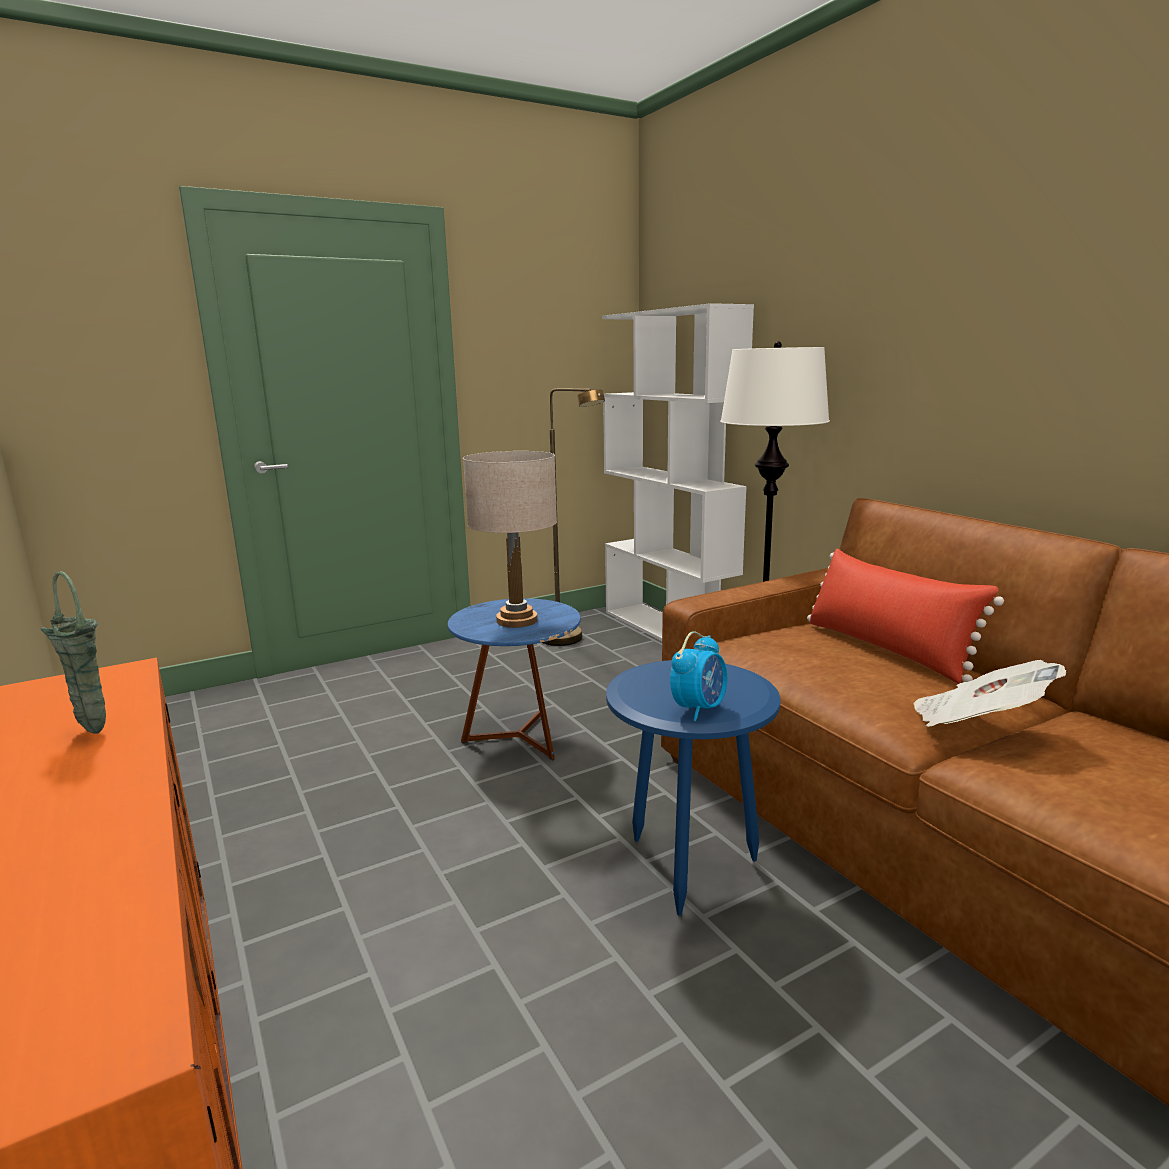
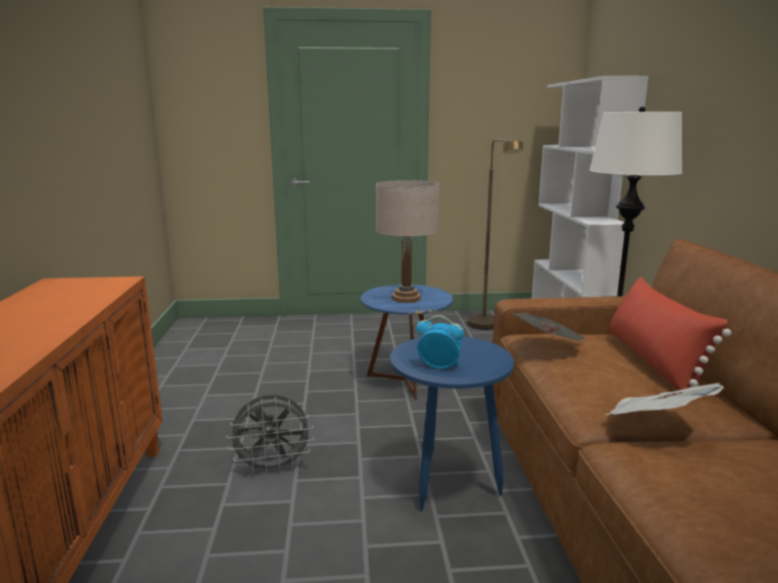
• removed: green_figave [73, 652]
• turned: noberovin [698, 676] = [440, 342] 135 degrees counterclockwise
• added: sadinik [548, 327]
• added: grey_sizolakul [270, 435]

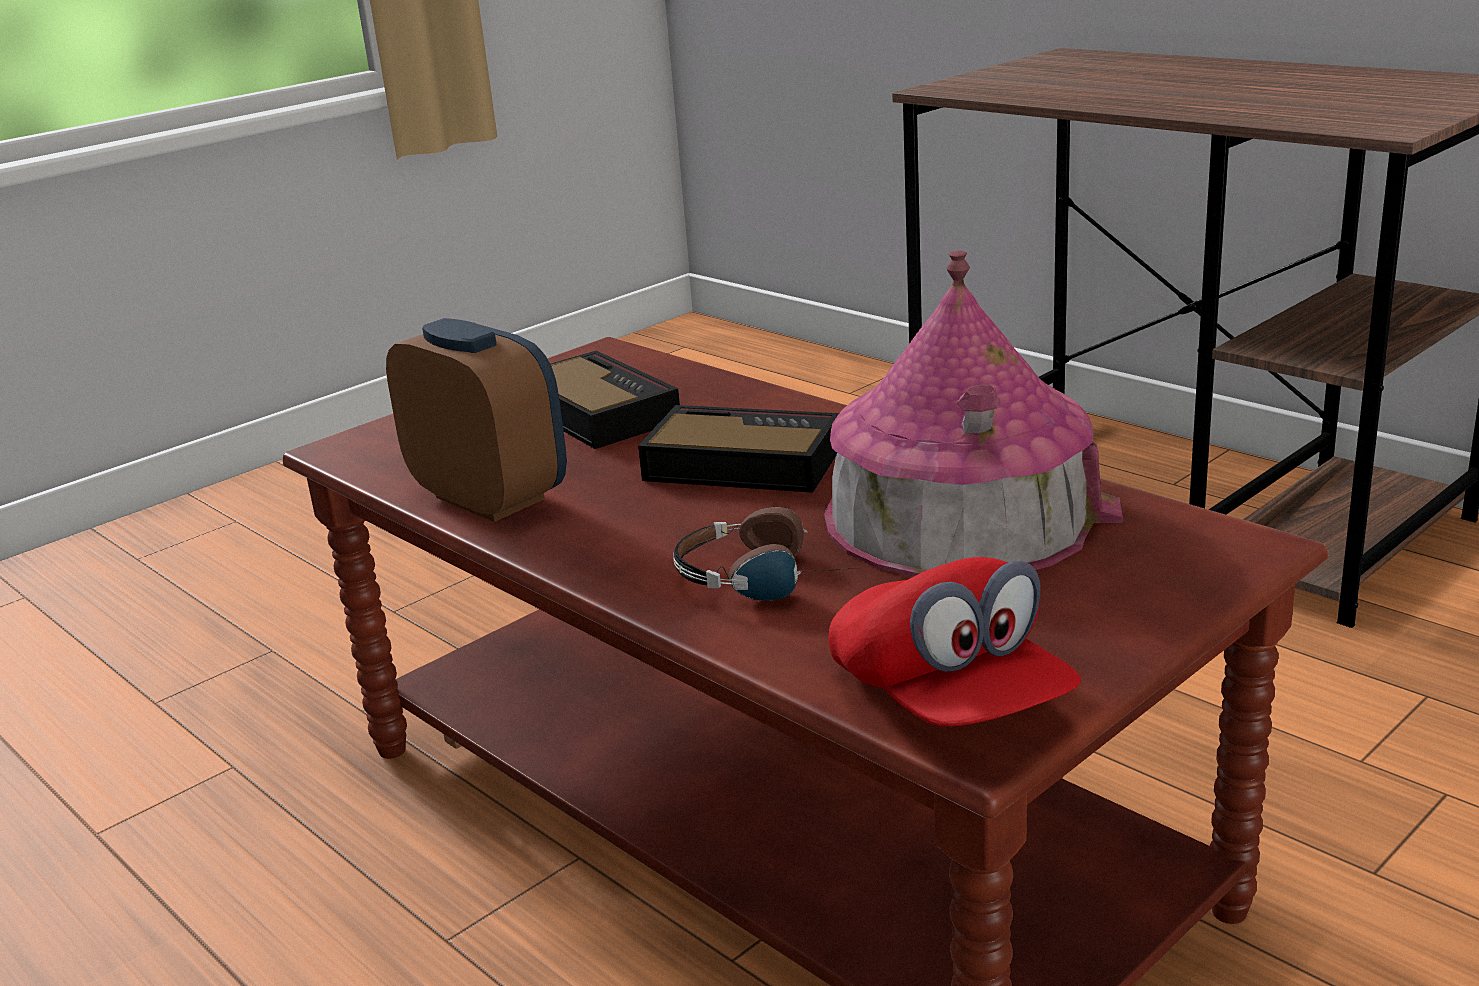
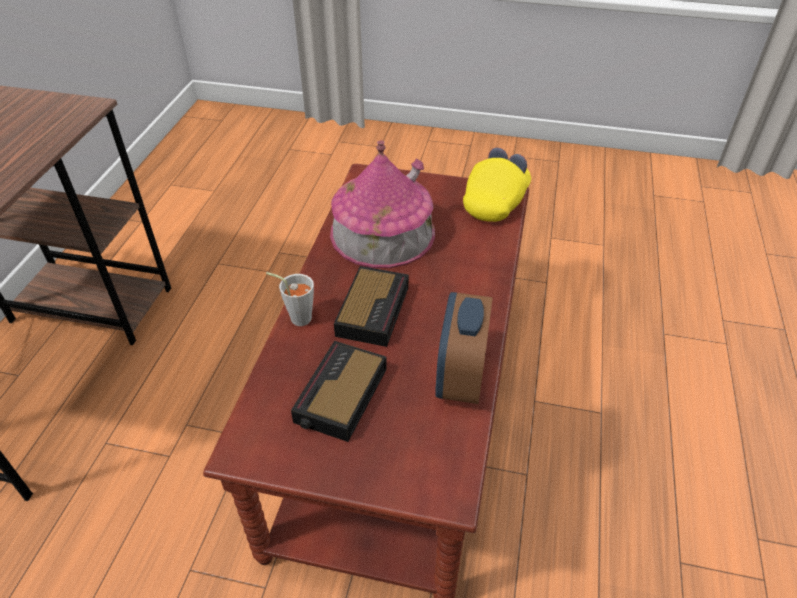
• turned: noberovin [738, 449] = [371, 306] 150 degrees counterclockwise
• removed: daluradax [758, 554]
• recoloured: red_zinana [954, 642] to yellow_zinana [497, 185]
• added: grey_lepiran [290, 299]

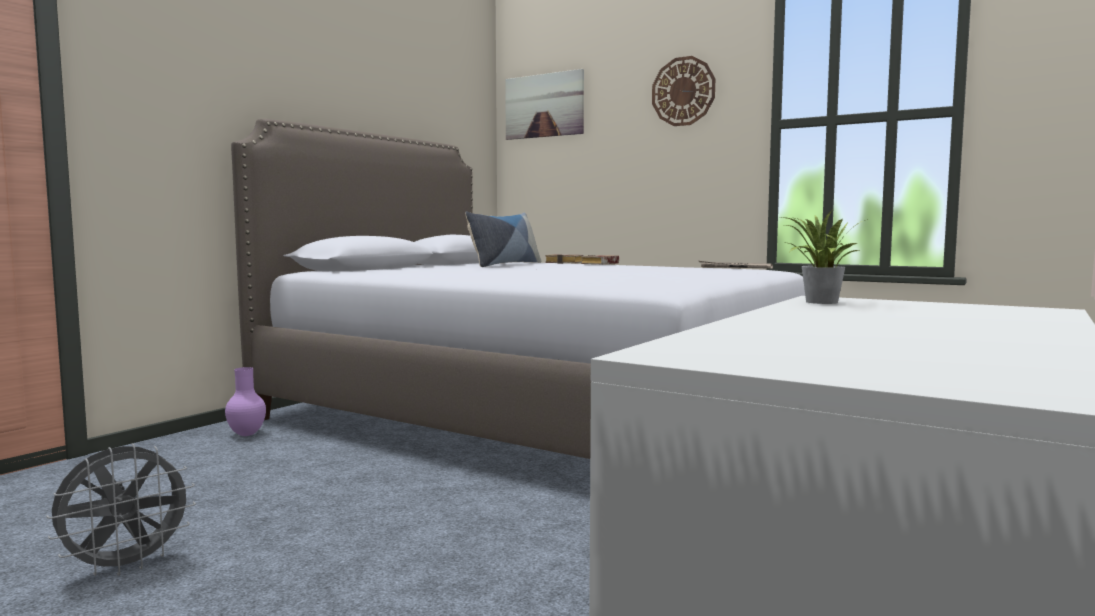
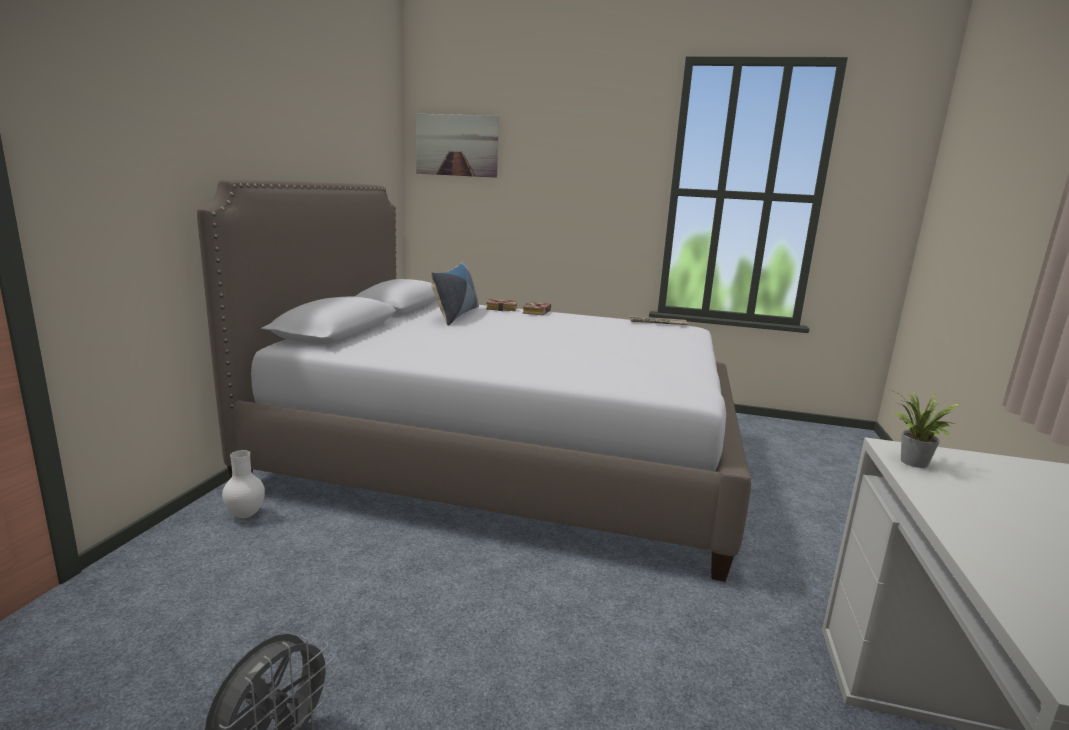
• removed: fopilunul [683, 91]
• recoloured: purple_figave [245, 401] to white_figave [243, 484]

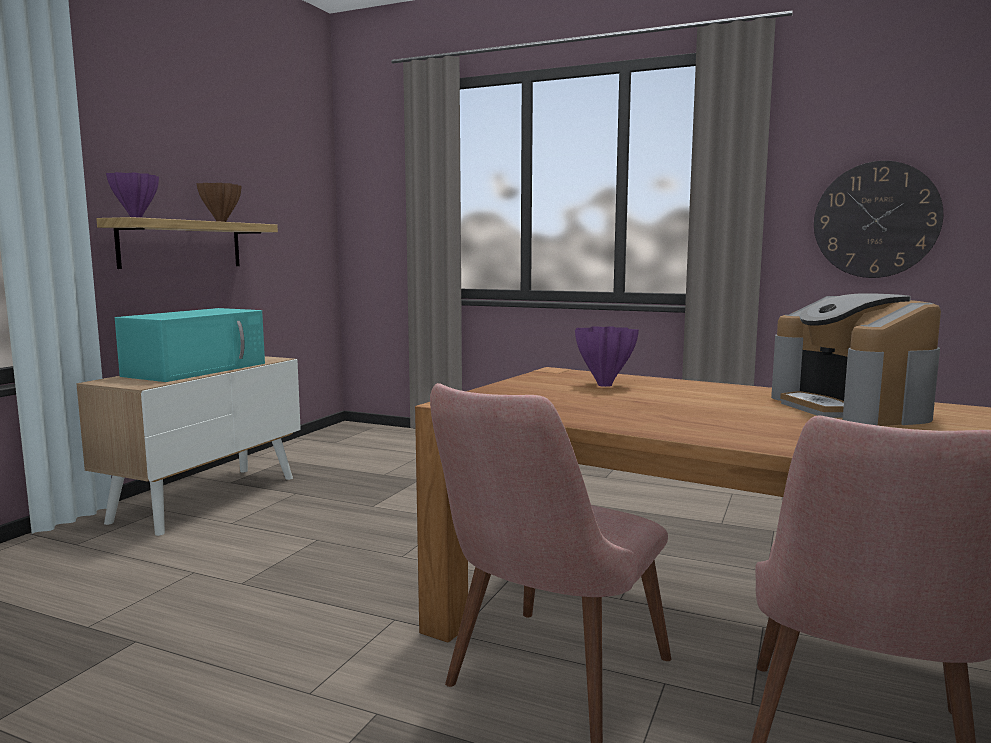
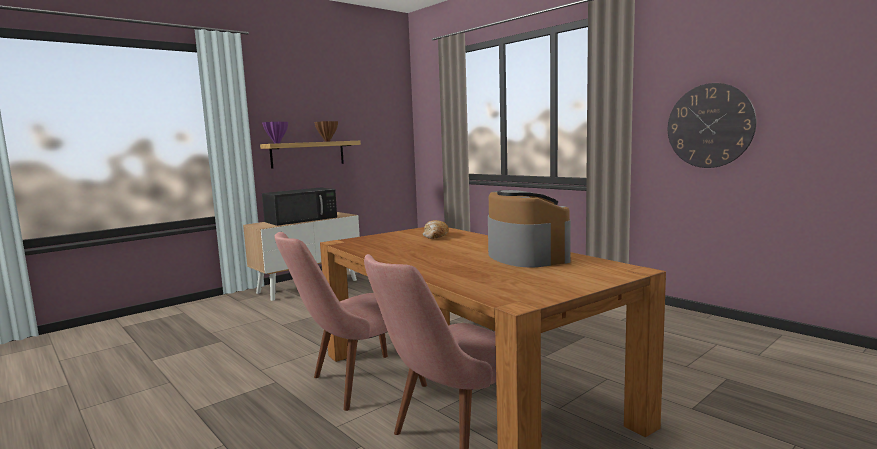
• turned: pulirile [856, 359] = [529, 228] 150 degrees clockwise
• recoloured: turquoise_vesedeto [190, 345] to black_vesedeto [299, 207]
• replaced: purple_figave [607, 356] to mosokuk [436, 229]

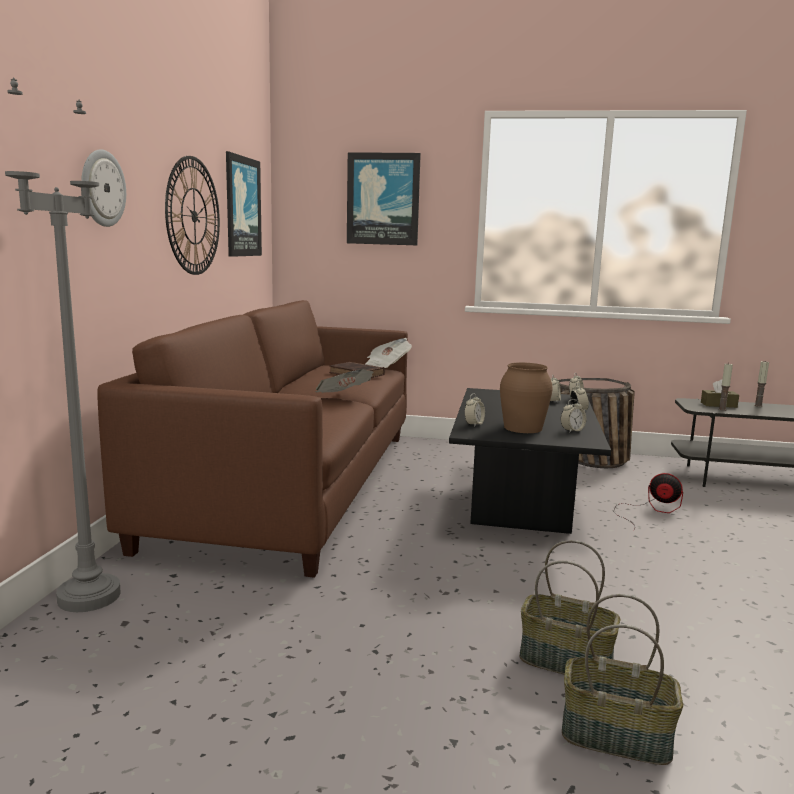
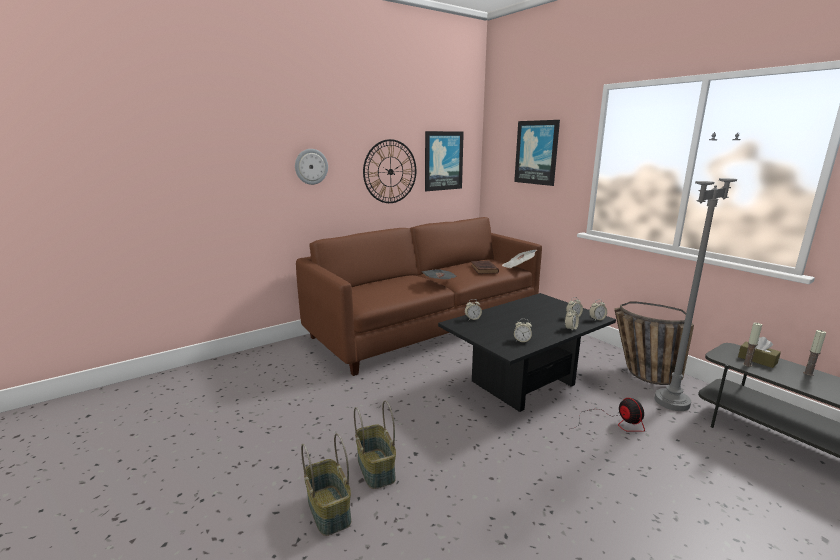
• moved: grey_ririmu [63, 345] to [697, 271]
• removed: brown_figave [526, 398]

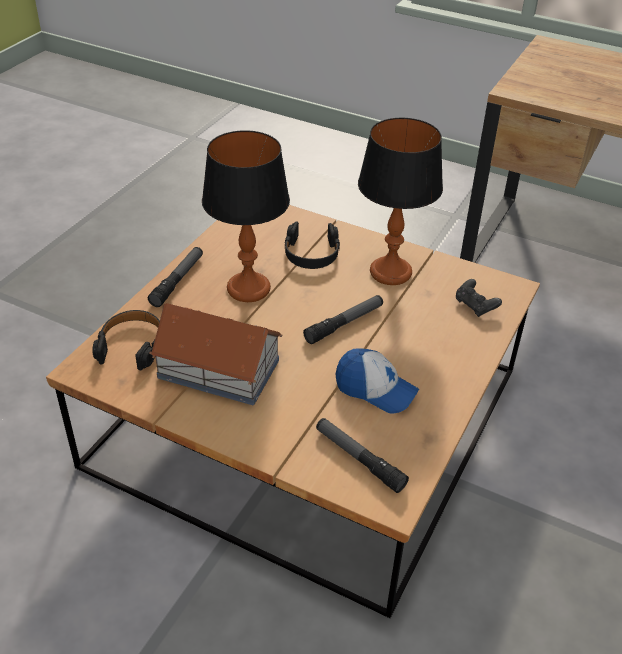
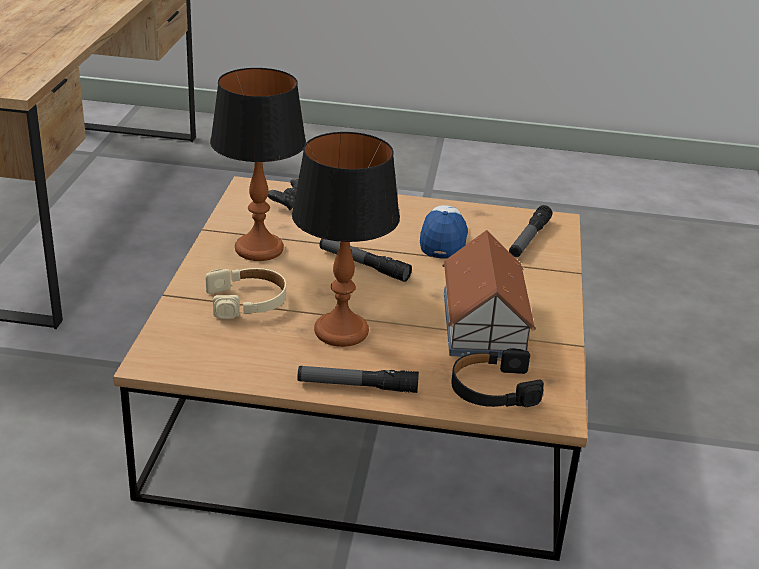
• recoloured: black_daluradax [312, 245] to beige_daluradax [245, 293]

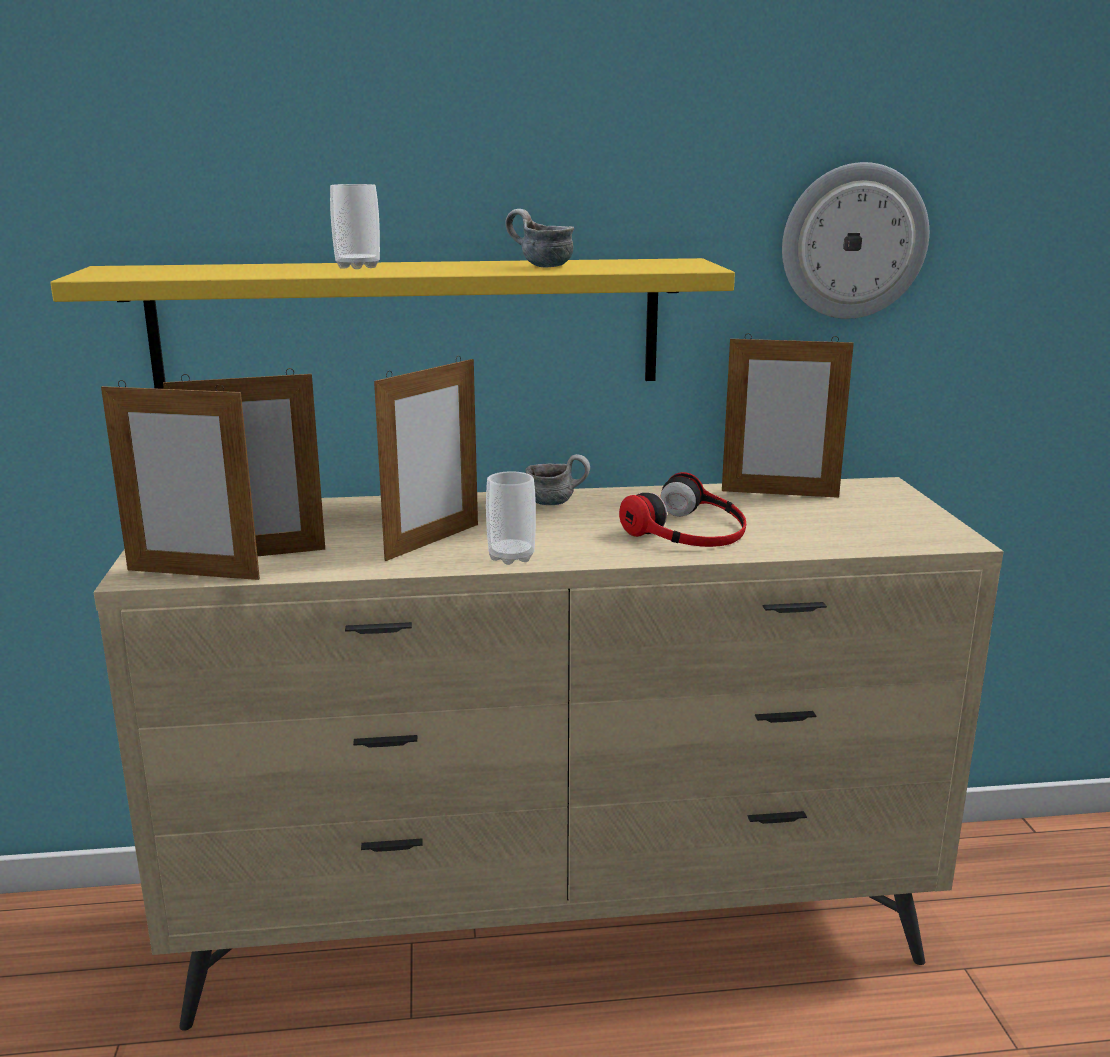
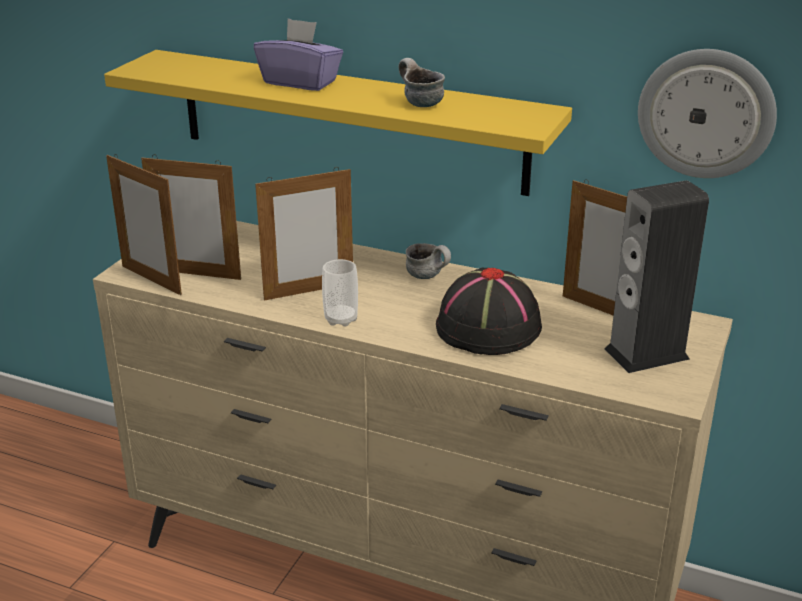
• replaced: lepiran [355, 226] to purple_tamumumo [298, 54]
• replaced: daluradax [682, 509] to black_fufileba [489, 311]
• added: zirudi [657, 276]

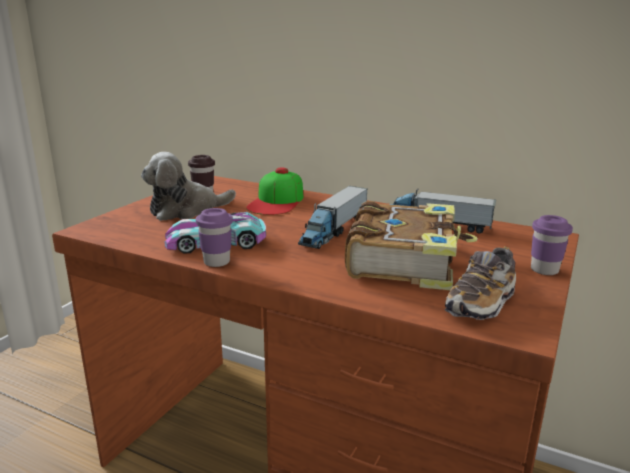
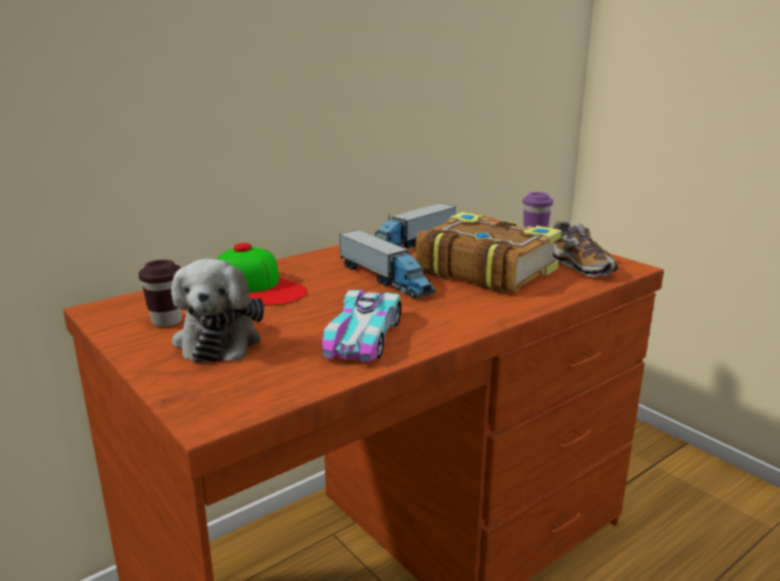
• removed: purple_lepiran [214, 237]

